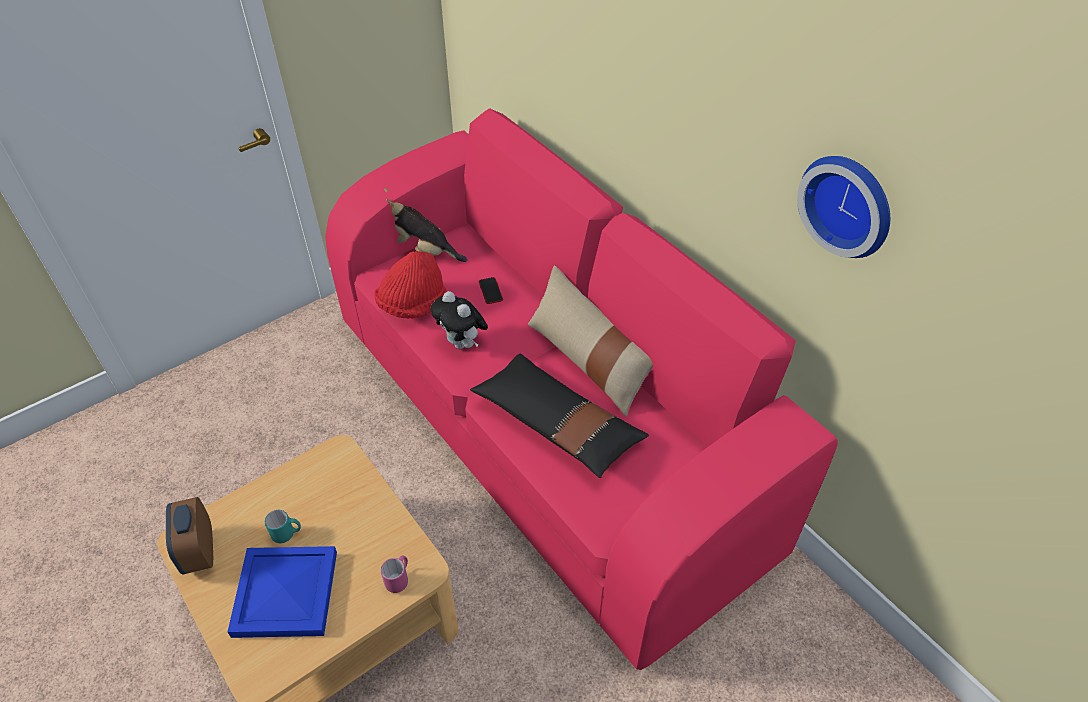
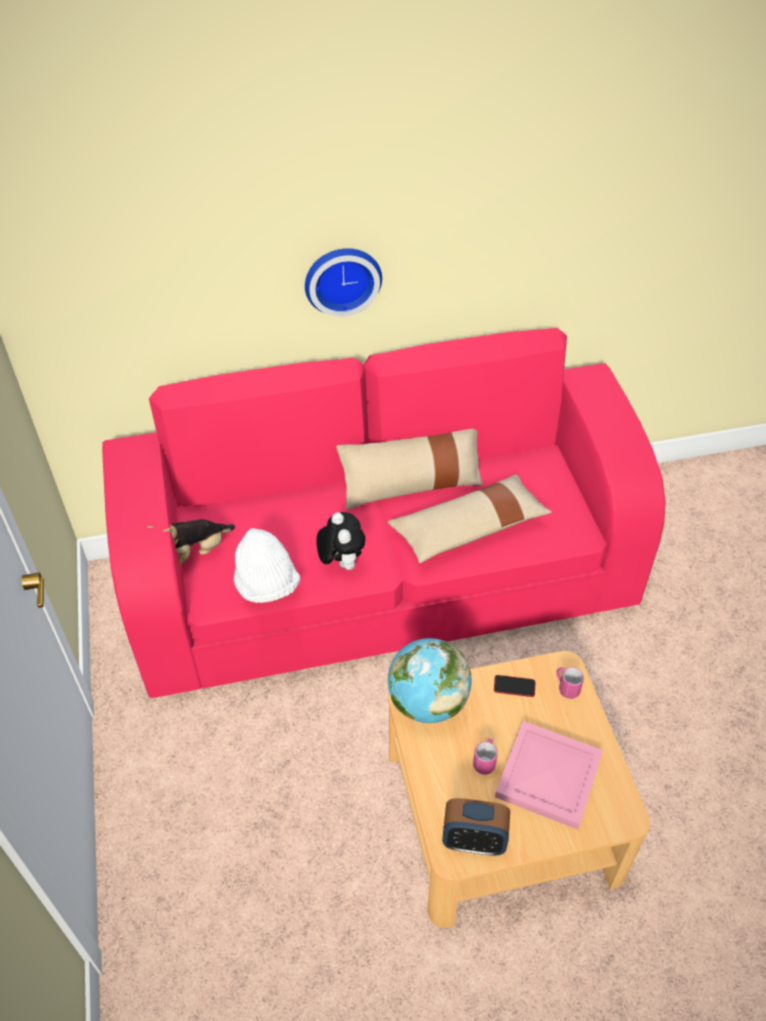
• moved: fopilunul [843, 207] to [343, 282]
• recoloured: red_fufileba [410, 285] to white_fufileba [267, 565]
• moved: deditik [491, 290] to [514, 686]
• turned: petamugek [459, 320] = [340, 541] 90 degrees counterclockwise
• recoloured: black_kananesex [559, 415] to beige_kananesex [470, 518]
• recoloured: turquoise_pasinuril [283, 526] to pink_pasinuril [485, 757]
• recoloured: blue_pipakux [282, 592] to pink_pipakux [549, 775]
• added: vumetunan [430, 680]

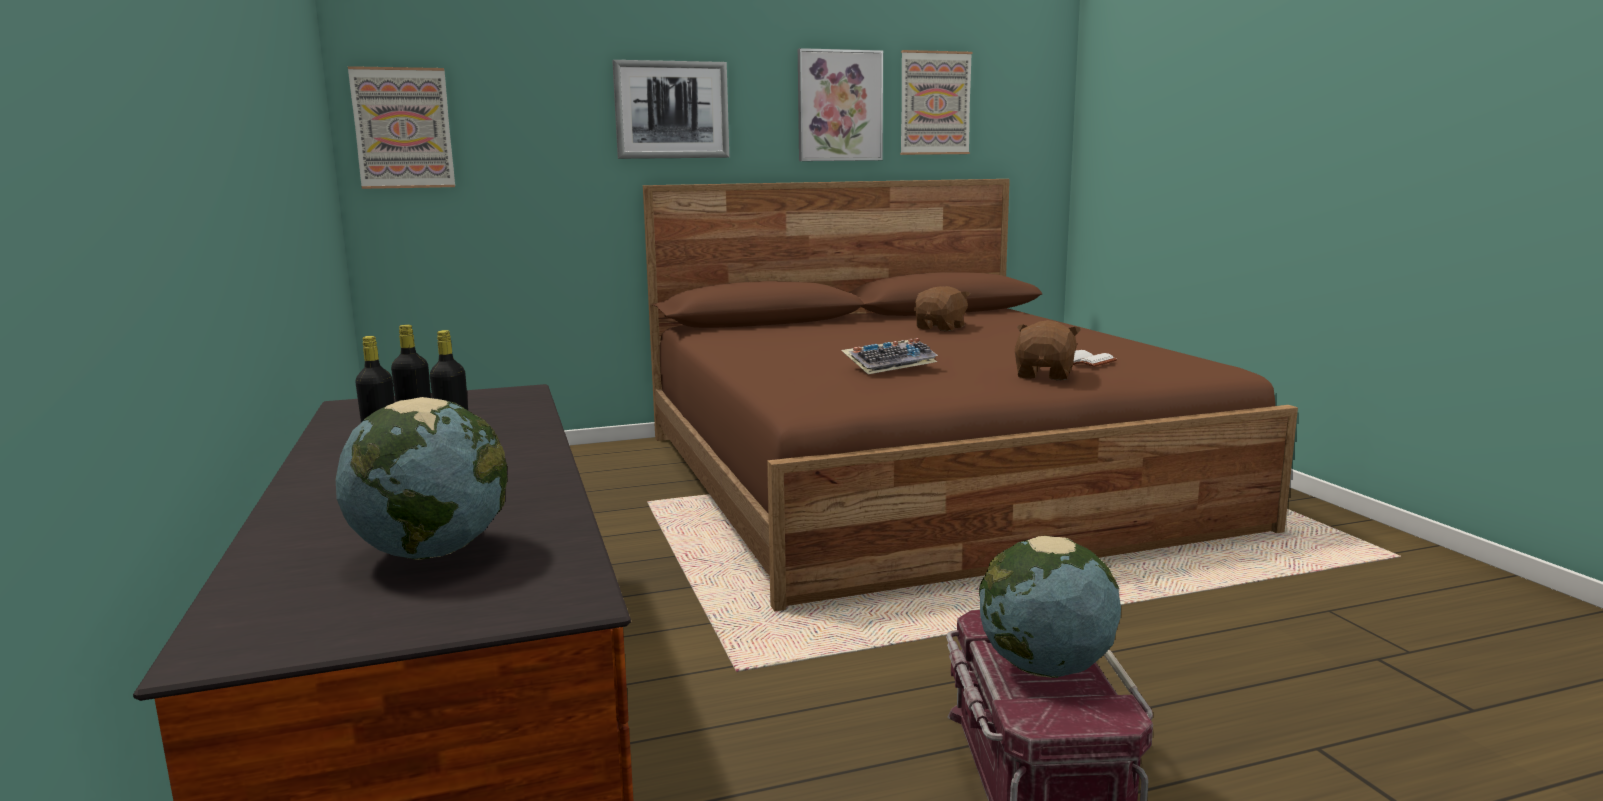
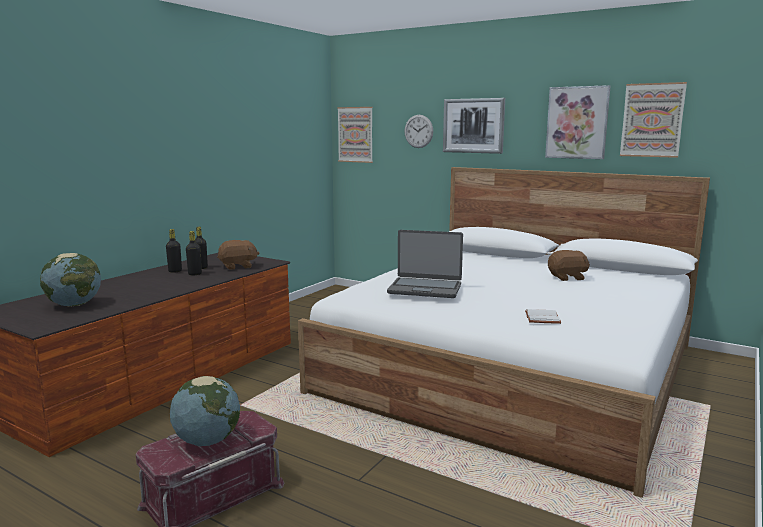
• recoloured: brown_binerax [970, 395] to white_binerax [504, 332]
• moved: brown_petamugek [1048, 350] to [238, 255]
• replaced: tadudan [889, 356] to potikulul [425, 264]
• added: fopilunul [418, 131]

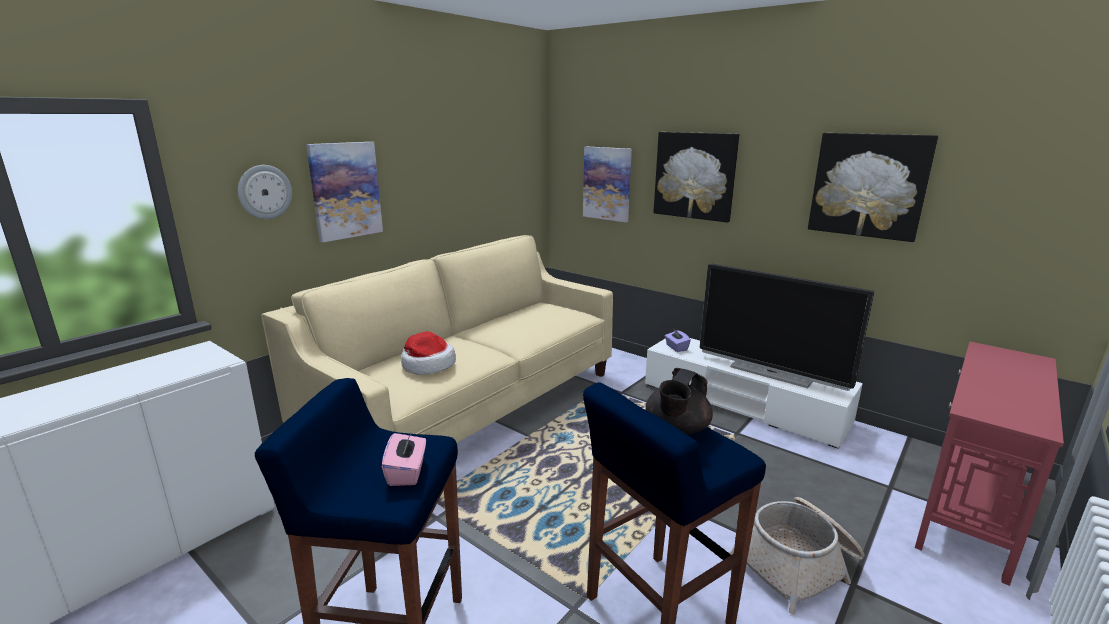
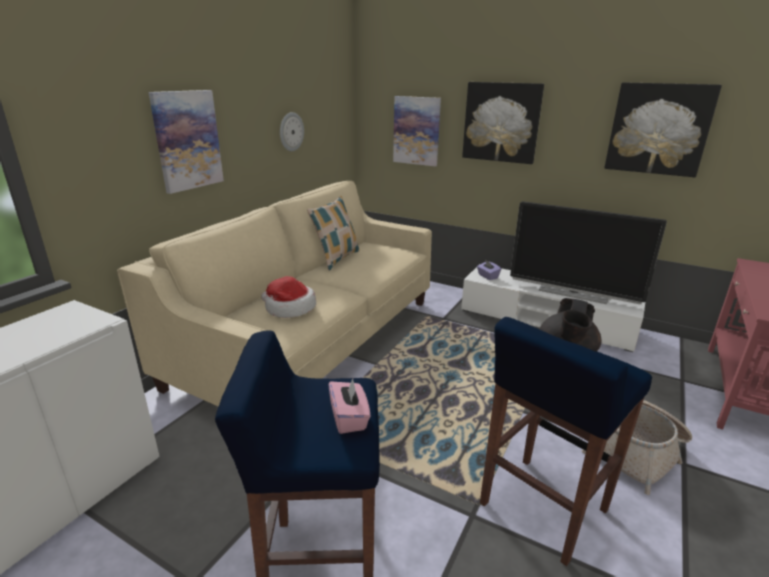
• moved: fopilunul [265, 192] to [292, 131]
• added: kananesex [333, 233]

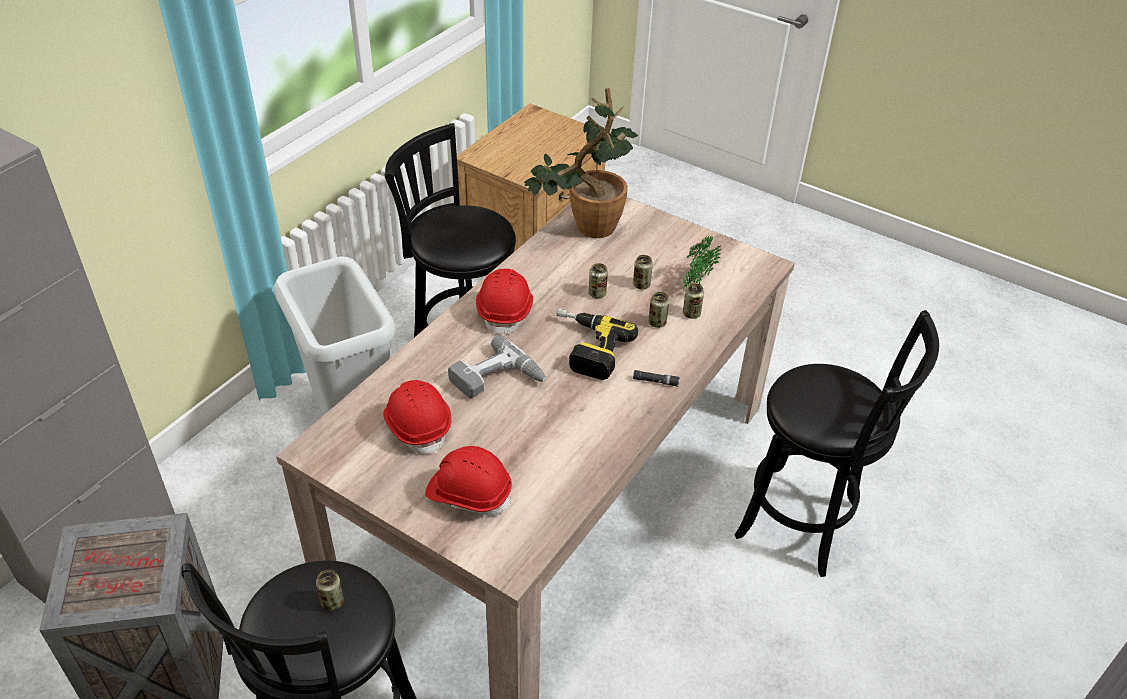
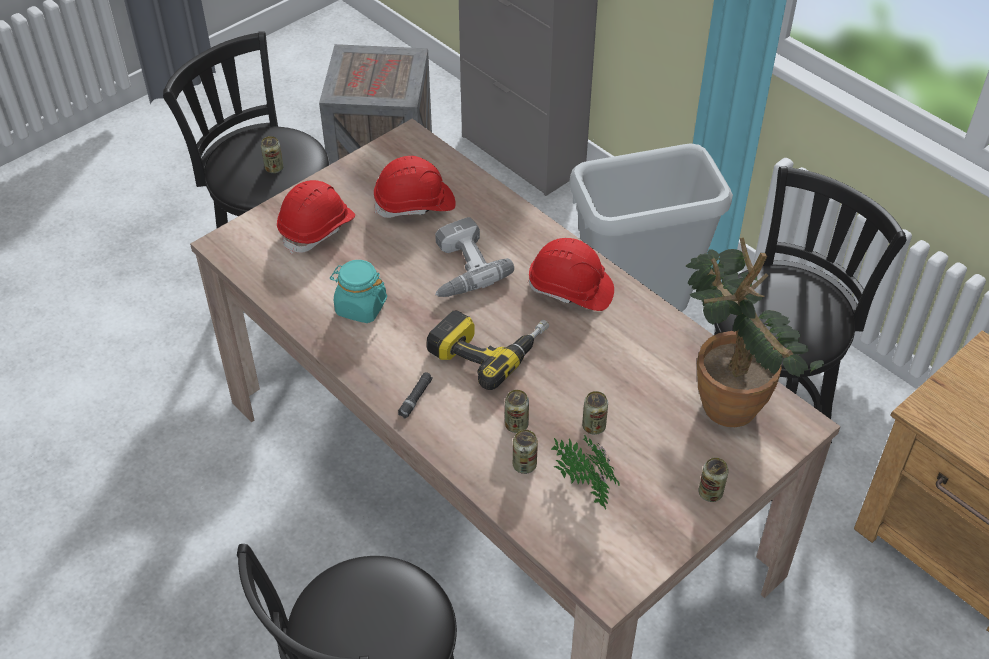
• moved: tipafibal [598, 280] to [713, 480]
• added: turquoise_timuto [358, 291]

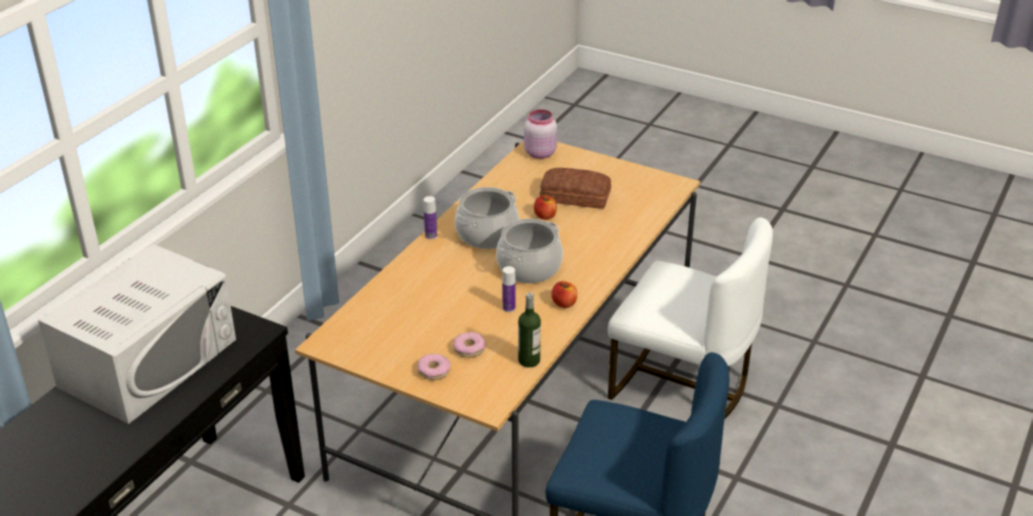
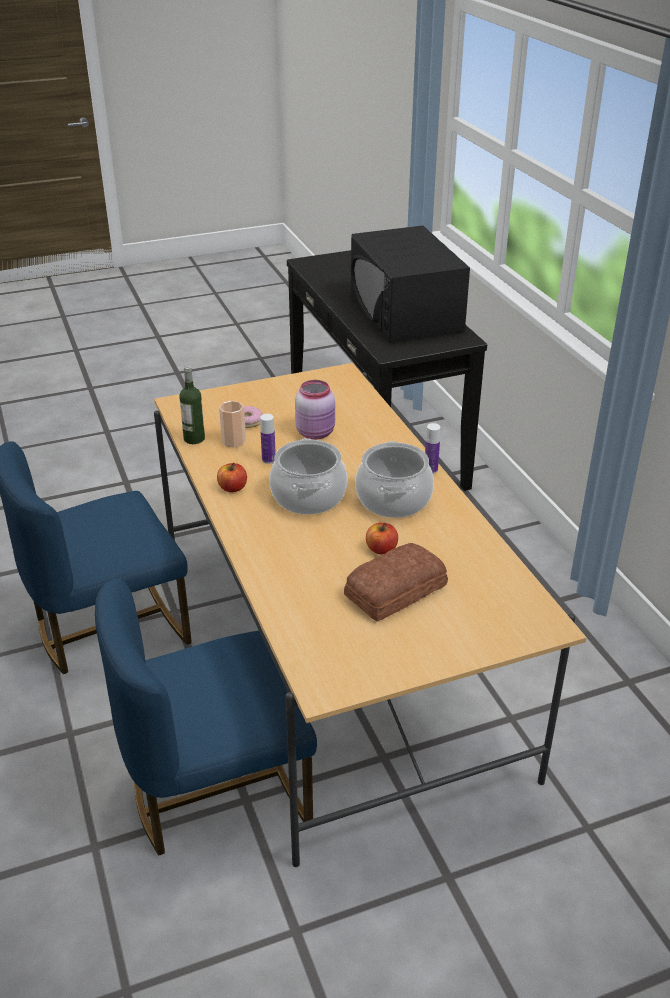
• moved: pink_timuto [540, 134] to [315, 409]
• recoloured: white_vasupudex [690, 317] to blue_vasupudex [206, 716]
• recoloured: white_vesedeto [137, 334] to black_vesedeto [410, 284]
• removed: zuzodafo [434, 367]
• added: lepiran [232, 424]

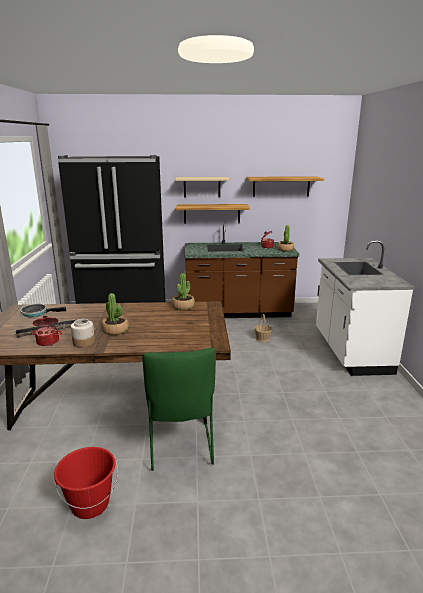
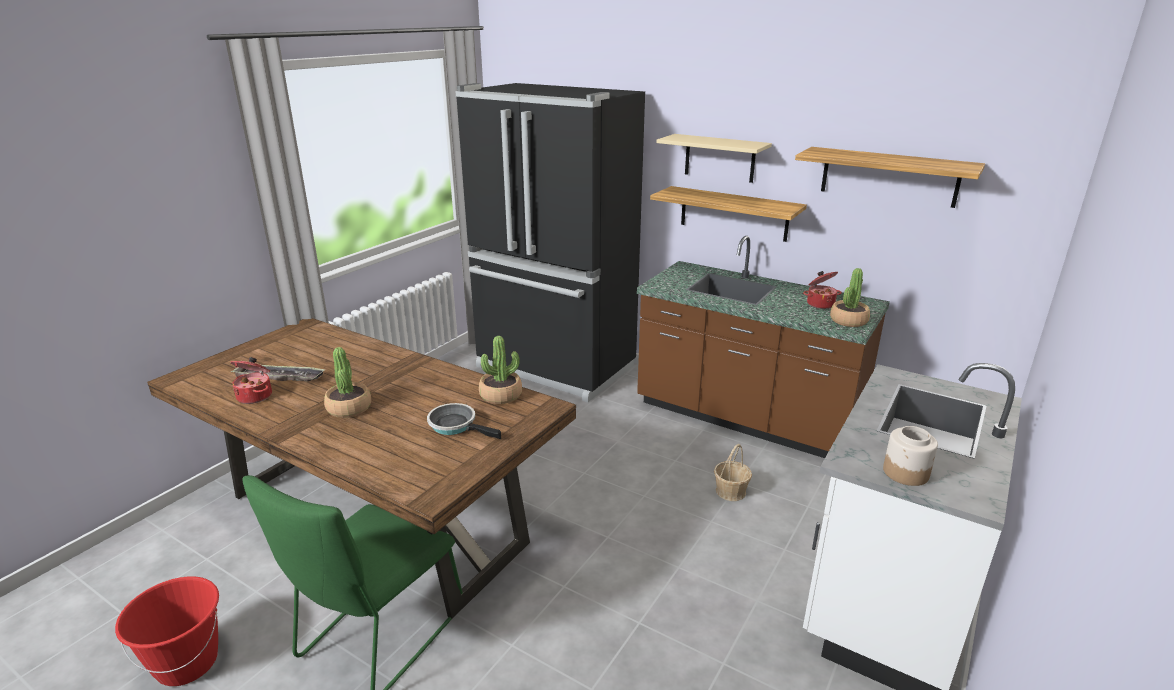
• moved: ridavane [43, 310] to [464, 421]
• moved: timuto [83, 333] to [910, 456]

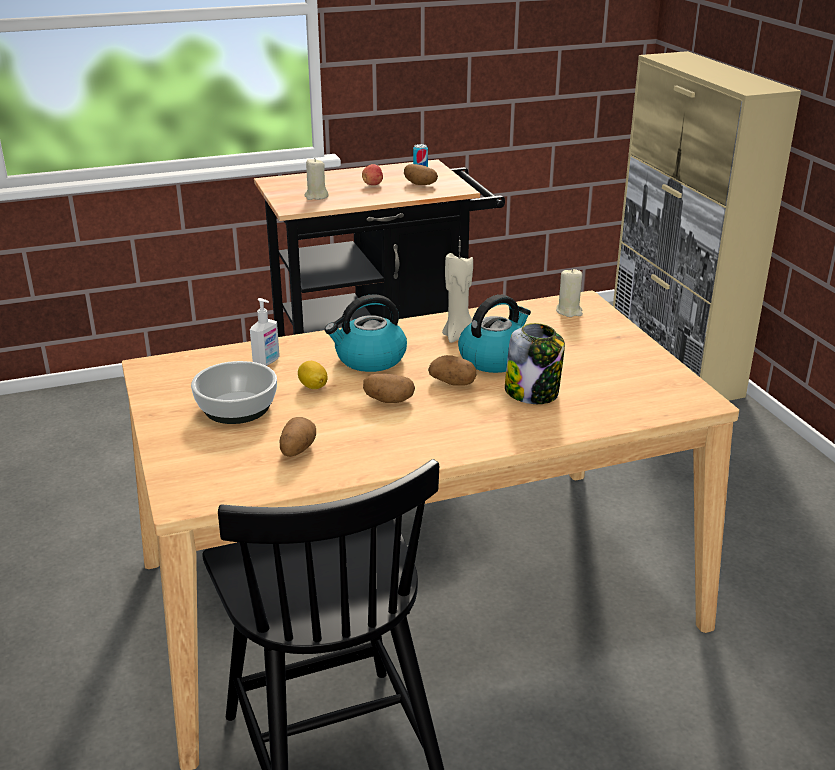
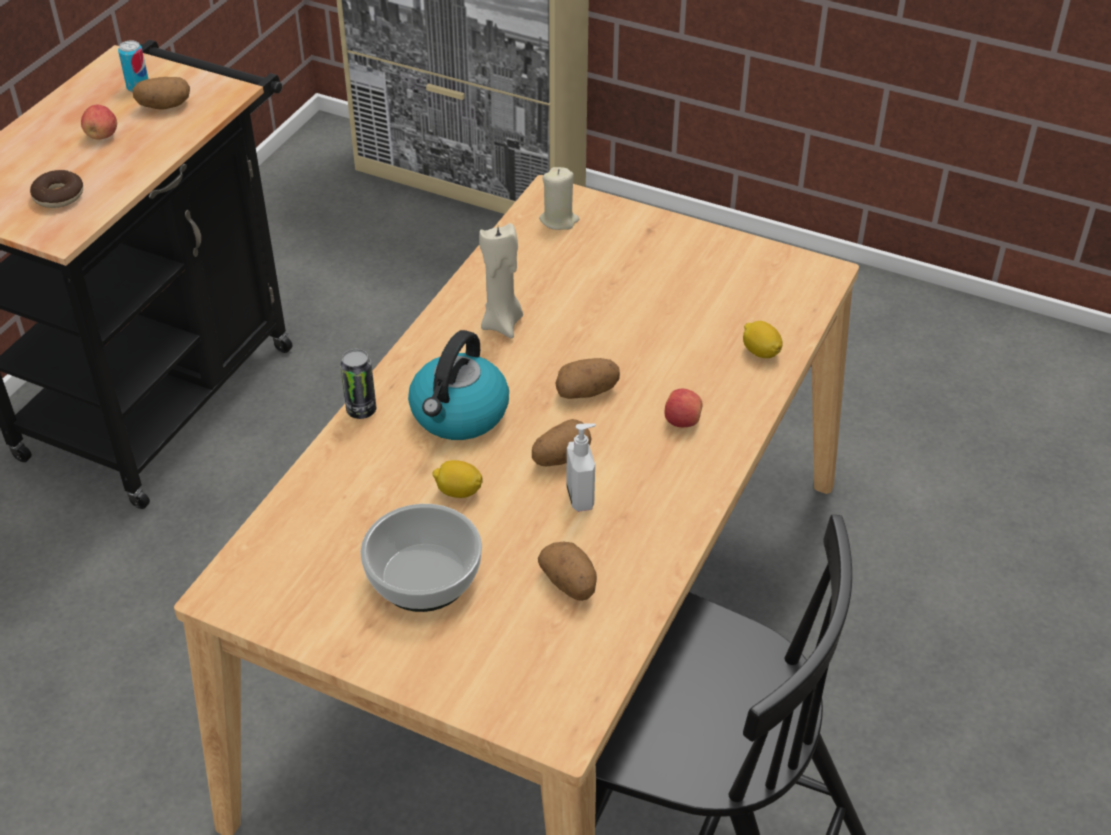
• replaced: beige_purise [316, 179] to zuzodafo [56, 189]
• removed: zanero [494, 334]
• moved: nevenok [265, 332] to [581, 467]
• removed: timuto [535, 363]
• added: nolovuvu [763, 339]
• added: tipafibal [358, 384]
• added: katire [683, 408]

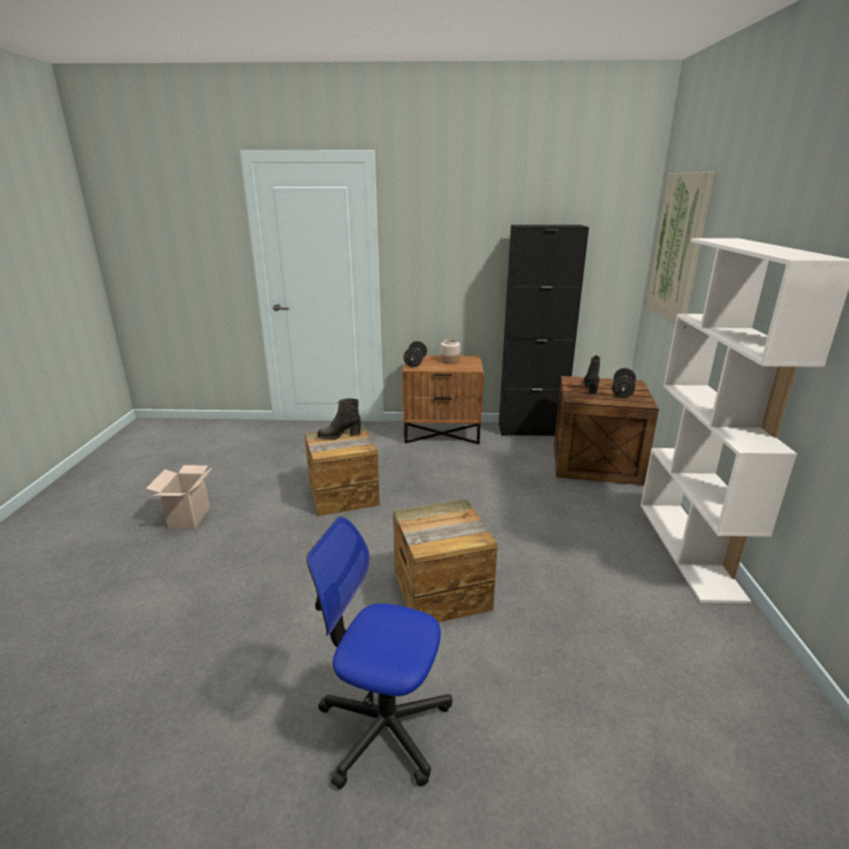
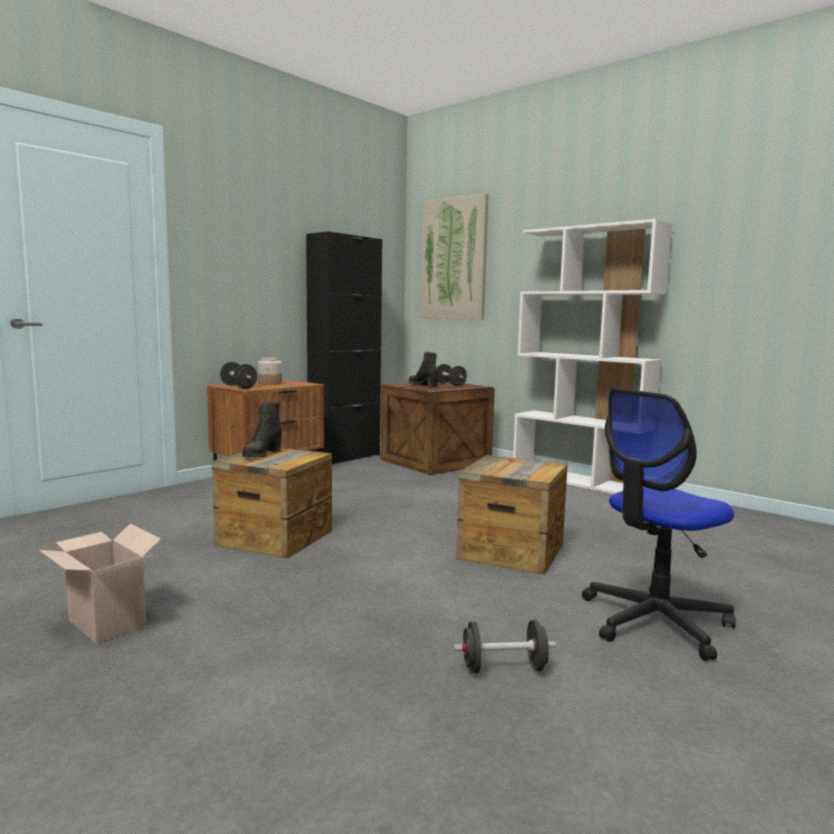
• added: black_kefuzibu [505, 646]

